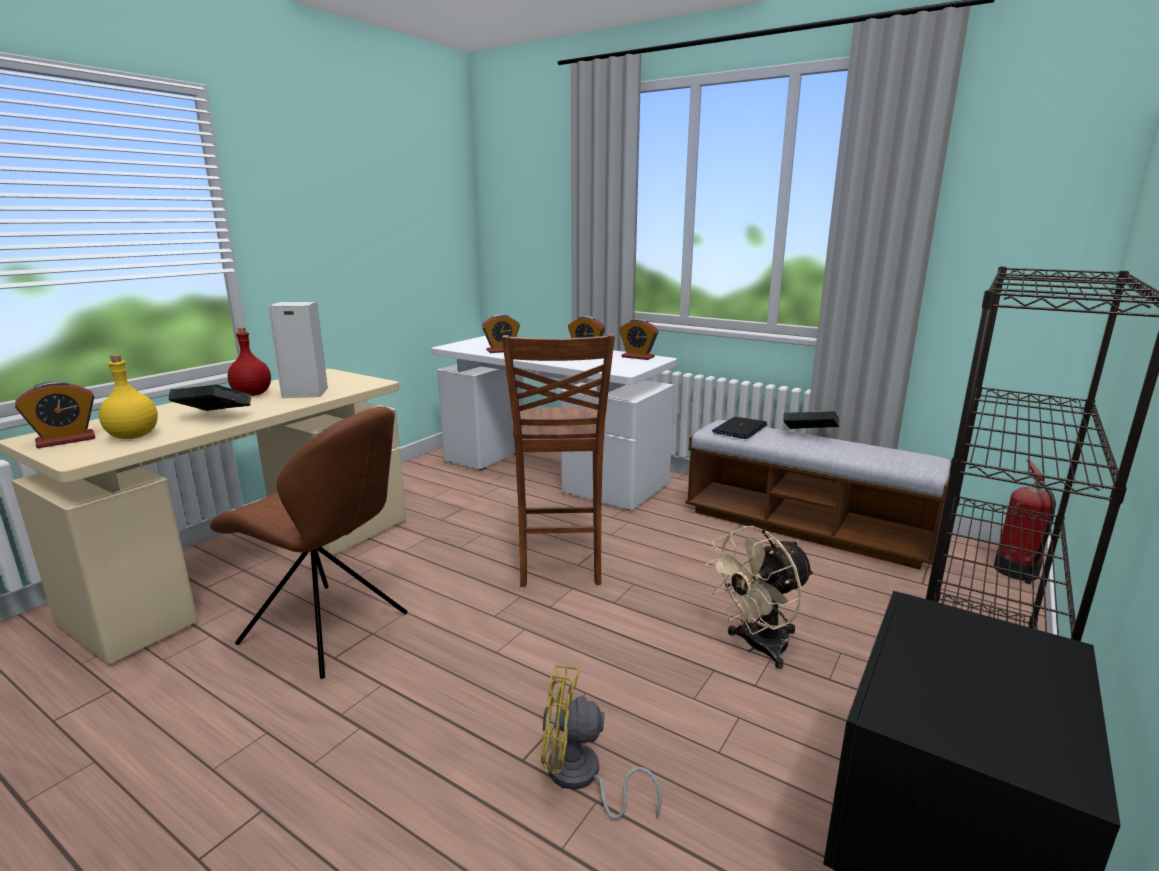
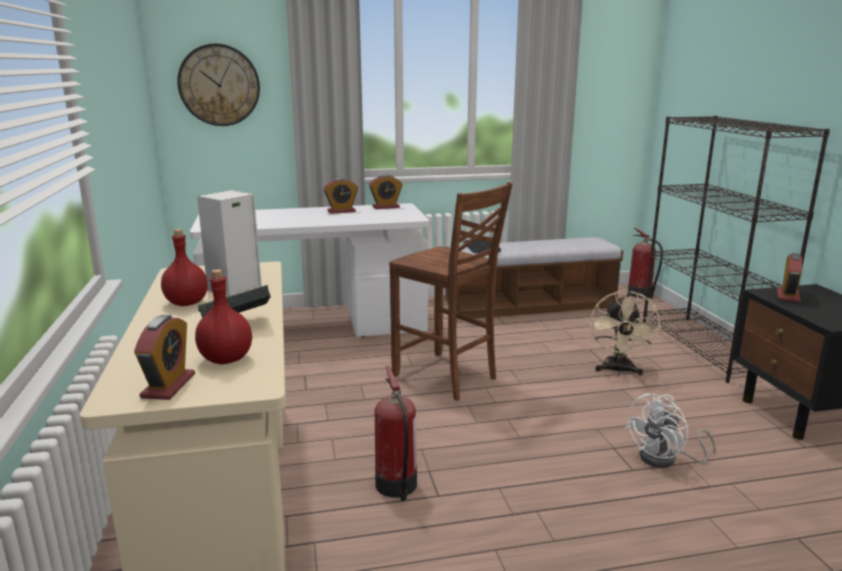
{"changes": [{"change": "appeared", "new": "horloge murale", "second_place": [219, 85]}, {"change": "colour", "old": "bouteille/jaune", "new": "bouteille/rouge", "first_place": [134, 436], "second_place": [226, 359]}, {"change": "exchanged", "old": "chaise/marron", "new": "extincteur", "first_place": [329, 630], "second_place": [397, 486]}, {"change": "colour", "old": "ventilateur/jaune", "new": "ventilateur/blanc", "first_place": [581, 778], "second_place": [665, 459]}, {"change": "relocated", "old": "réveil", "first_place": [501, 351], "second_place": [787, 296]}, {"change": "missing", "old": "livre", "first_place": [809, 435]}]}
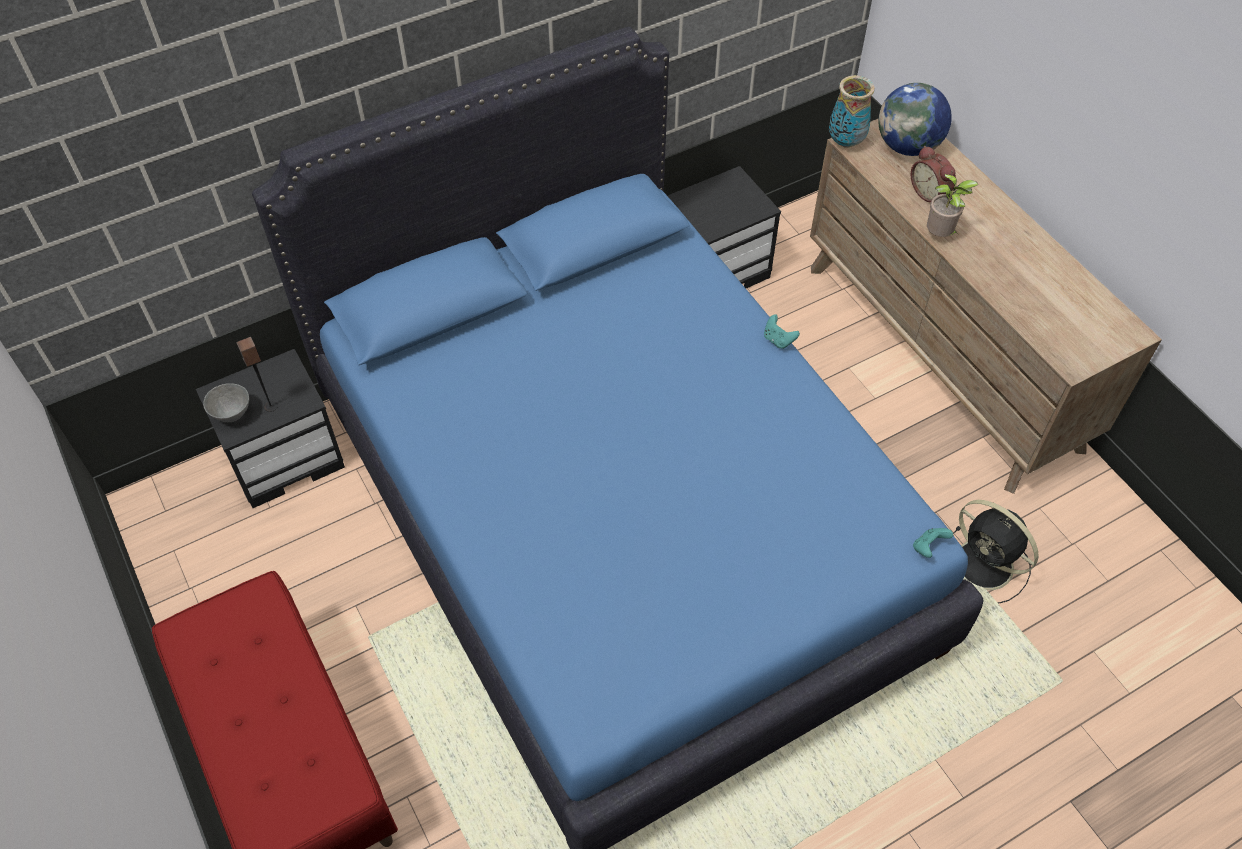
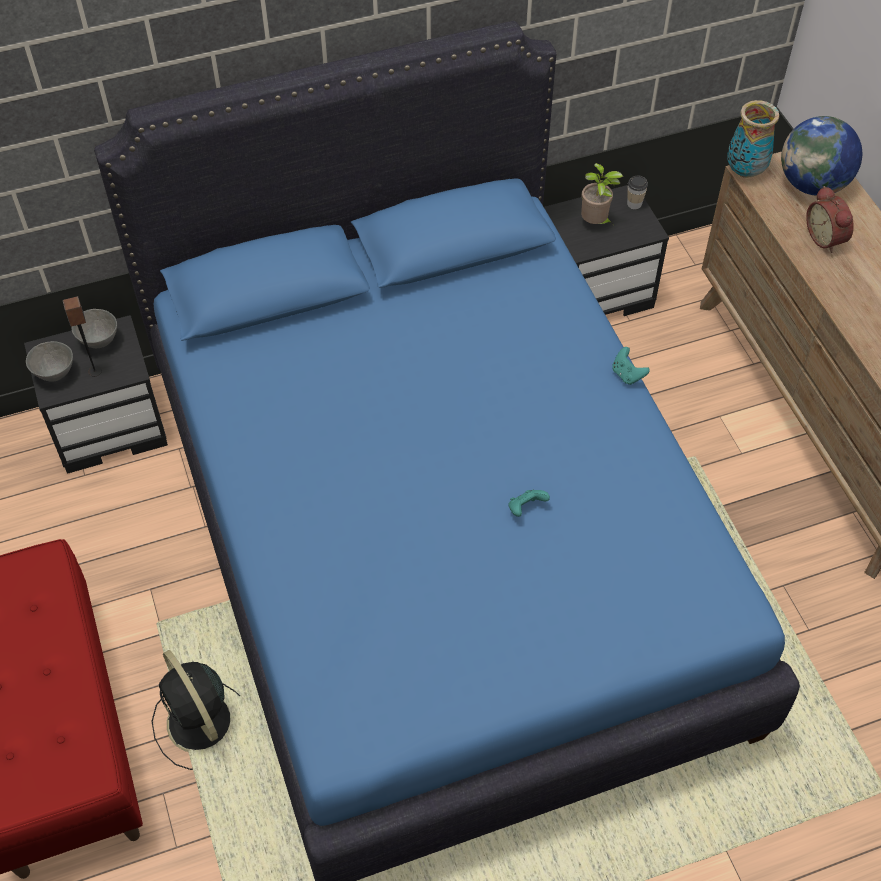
{"changes": [{"change": "appeared", "new": "bol/gris", "second_place": [98, 341]}, {"change": "relocated", "old": "ventilateur/noir", "first_place": [986, 566], "second_place": [201, 724]}, {"change": "relocated", "old": "manette/turquoise", "first_place": [928, 547], "second_place": [526, 508]}, {"change": "relocated", "old": "plante en pot", "first_place": [940, 235], "second_place": [595, 223]}, {"change": "appeared", "new": "tasse", "second_place": [634, 204]}]}
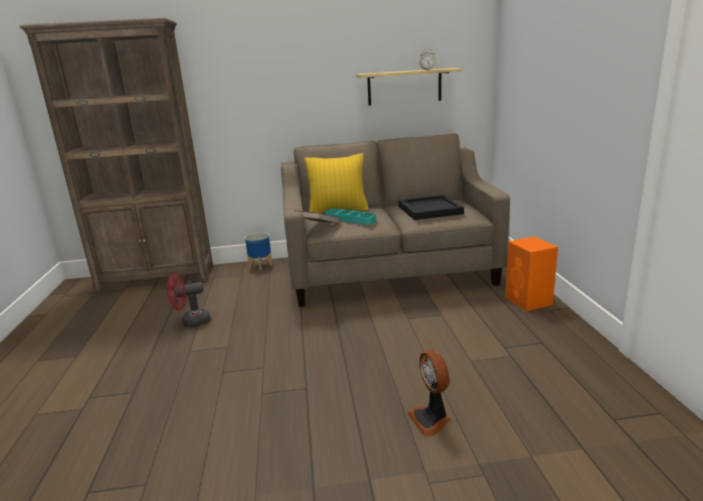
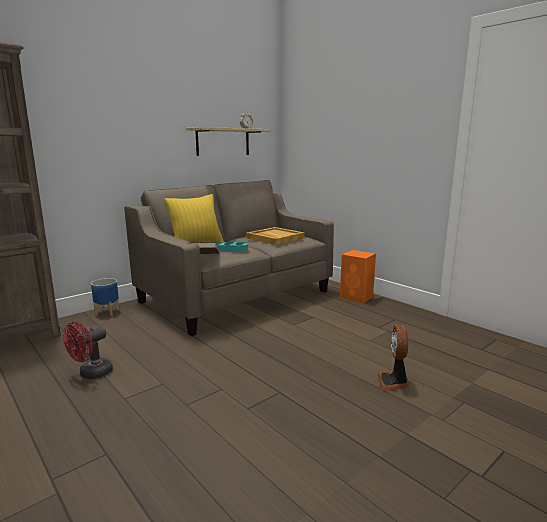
{"changes": [{"change": "colour", "old": "plateau/noir", "new": "plateau/beige", "first_place": [429, 210], "second_place": [274, 238]}, {"change": "spun", "old": "ventilateur", "first_place": [431, 419], "second_place": [393, 382], "degrees": 60}]}
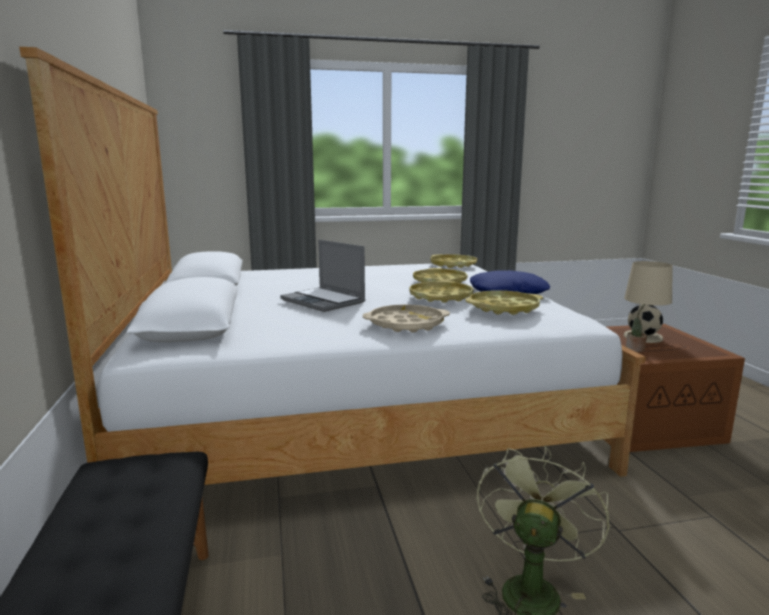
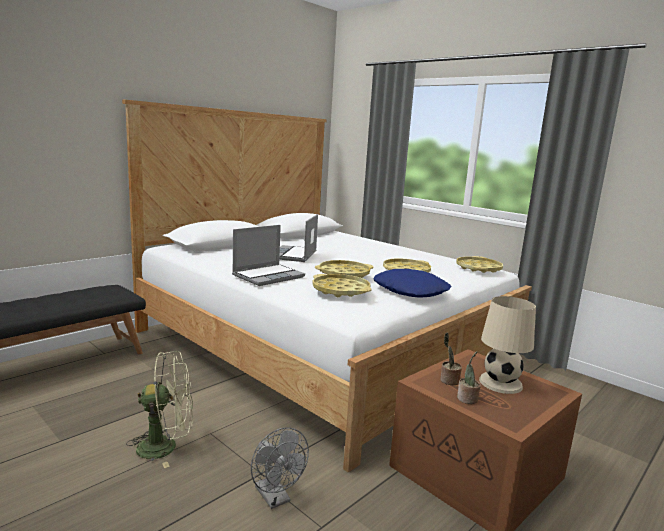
{"changes": [{"change": "exchanged", "old": "plateau/beige", "new": "ordinateur portable", "first_place": [406, 324], "second_place": [268, 276]}, {"change": "appeared", "new": "ventilateur/gris", "second_place": [276, 498]}, {"change": "appeared", "new": "plante en pot", "second_place": [467, 399]}]}
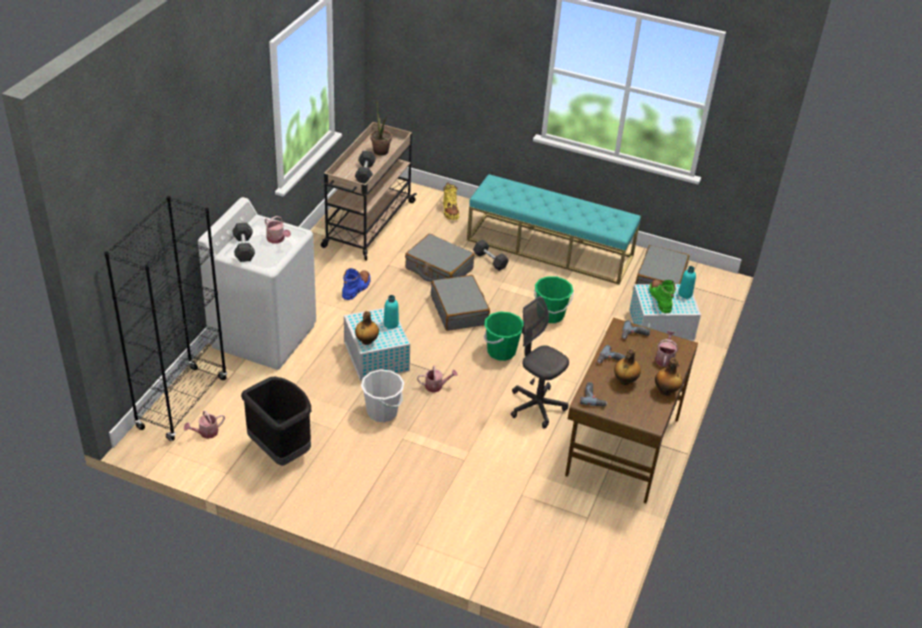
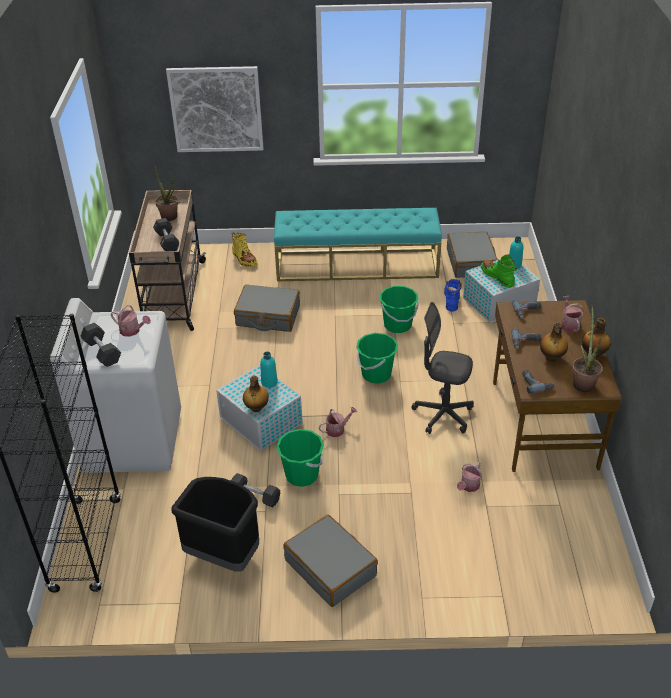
{"changes": [{"change": "appeared", "new": "tableau", "second_place": [216, 109]}, {"change": "relocated", "old": "haltère/noir", "first_place": [490, 260], "second_place": [255, 496]}, {"change": "colour", "old": "seau/blanc", "new": "seau/vert", "first_place": [382, 412], "second_place": [302, 475]}, {"change": "relocated", "old": "valise/gris", "first_place": [459, 310], "second_place": [331, 568]}, {"change": "relocated", "old": "botte/bleu", "first_place": [356, 288], "second_place": [451, 299]}, {"change": "relocated", "old": "arrosoir", "first_place": [206, 433], "second_place": [468, 486]}, {"change": "appeared", "new": "plante en pot", "second_place": [583, 382]}]}
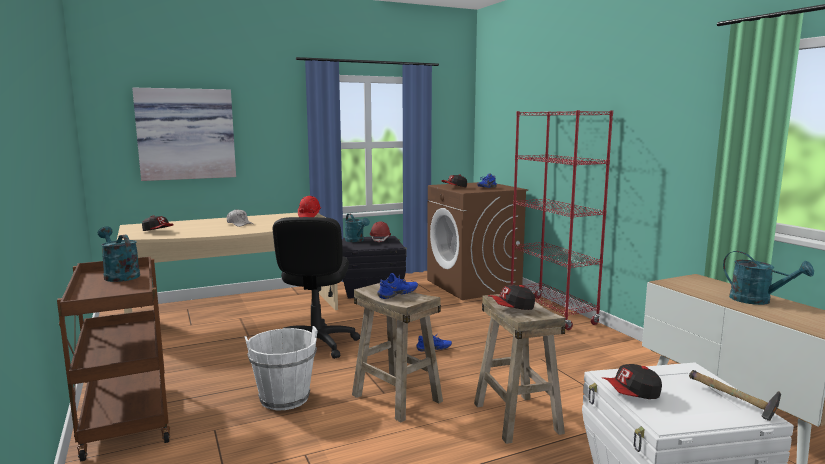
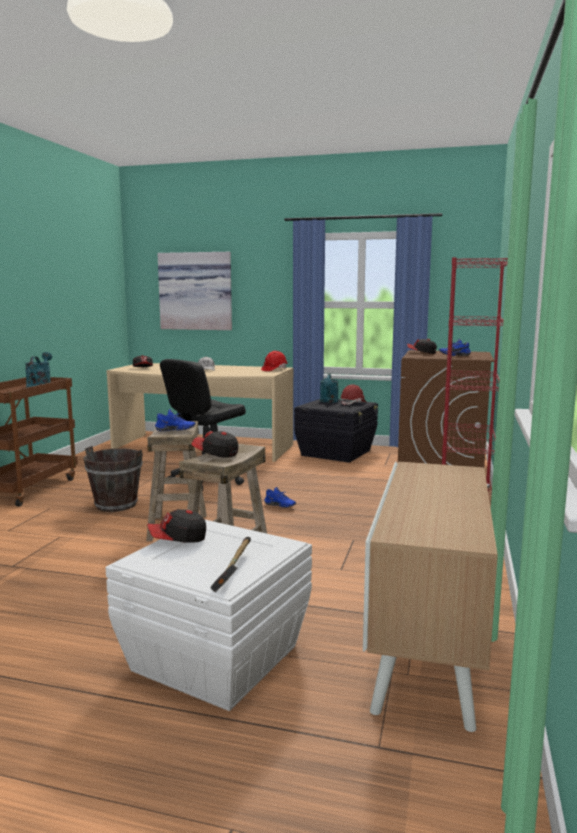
{"changes": [{"change": "colour", "old": "seau/blanc", "new": "seau/marron", "first_place": [284, 399], "second_place": [116, 505]}, {"change": "spun", "old": "casquette", "first_place": [632, 394], "second_place": [177, 539], "degrees": -45}, {"change": "missing", "old": "arrosoir/turquoise", "first_place": [757, 301]}]}
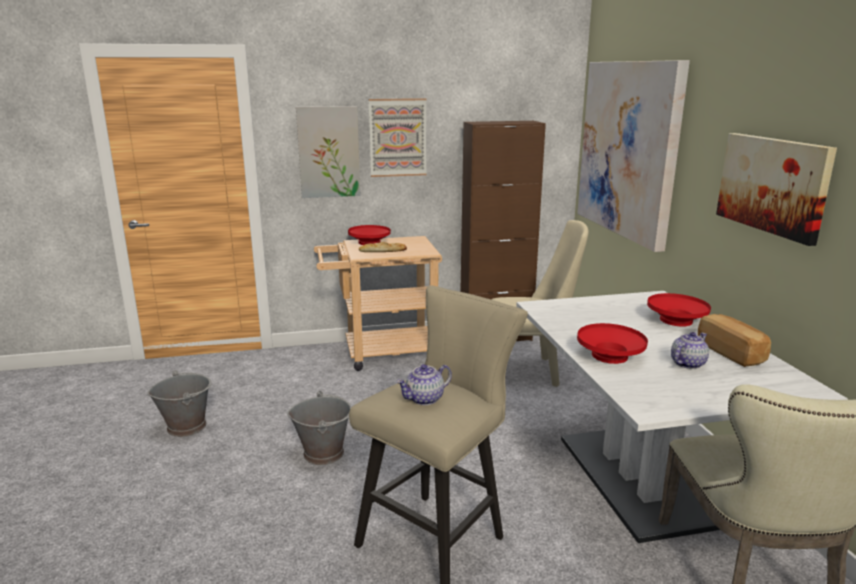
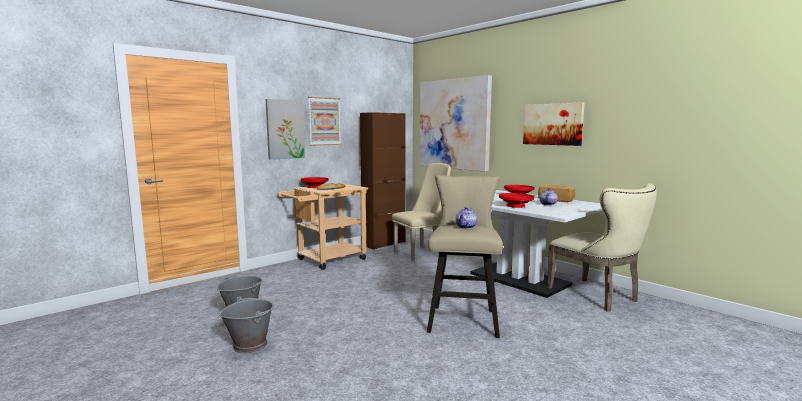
{"changes": [{"change": "relocated", "old": "seau/gris", "first_place": [324, 453], "second_place": [250, 345]}]}
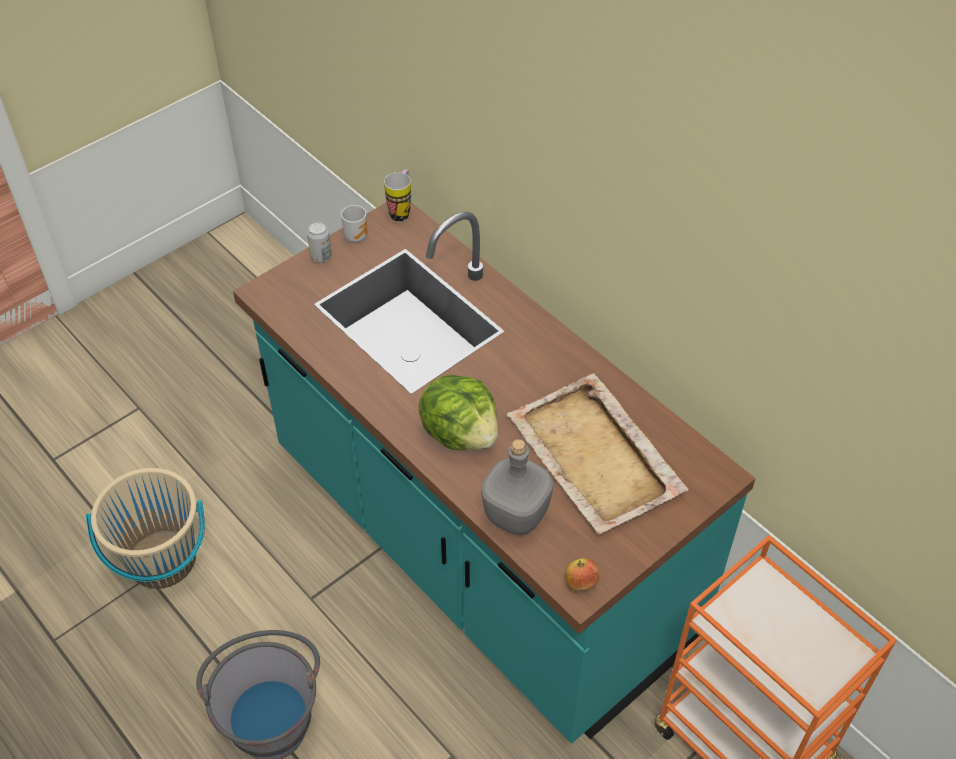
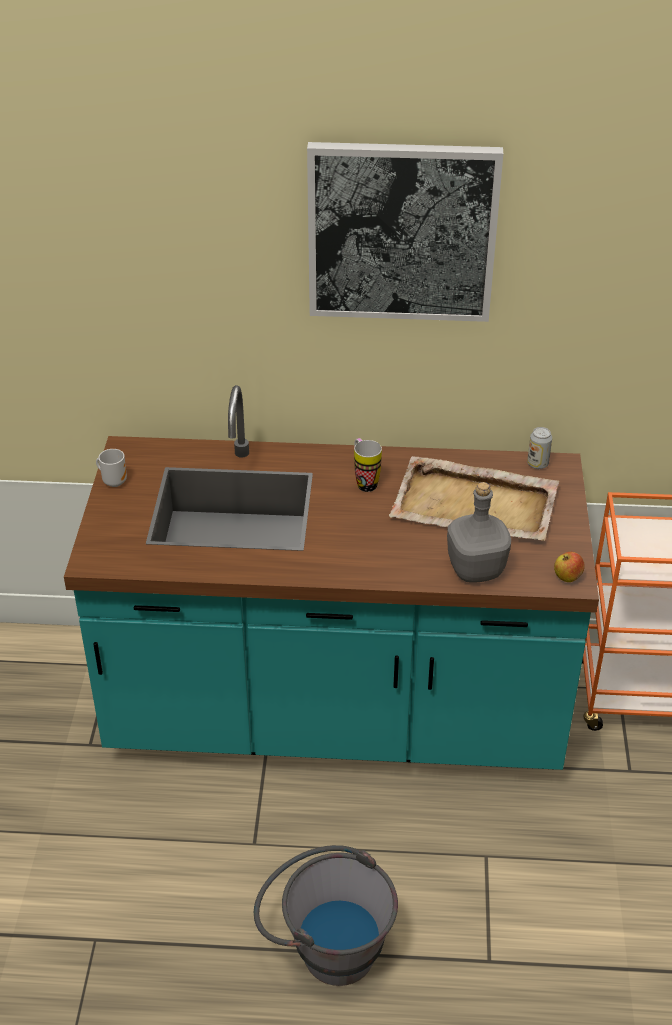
{"changes": [{"change": "appeared", "new": "tableau", "second_place": [402, 231]}, {"change": "relocated", "old": "mug", "first_place": [402, 211], "second_place": [364, 481]}, {"change": "relocated", "old": "boîte métallique", "first_place": [321, 256], "second_place": [537, 464]}, {"change": "missing", "old": "seau/beige", "first_place": [162, 560]}, {"change": "missing", "old": "laitue", "first_place": [461, 433]}]}
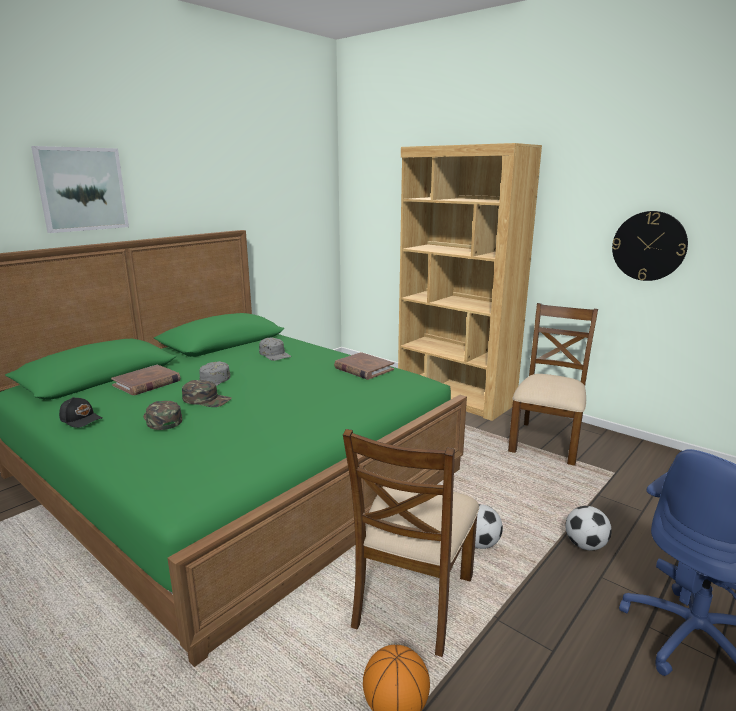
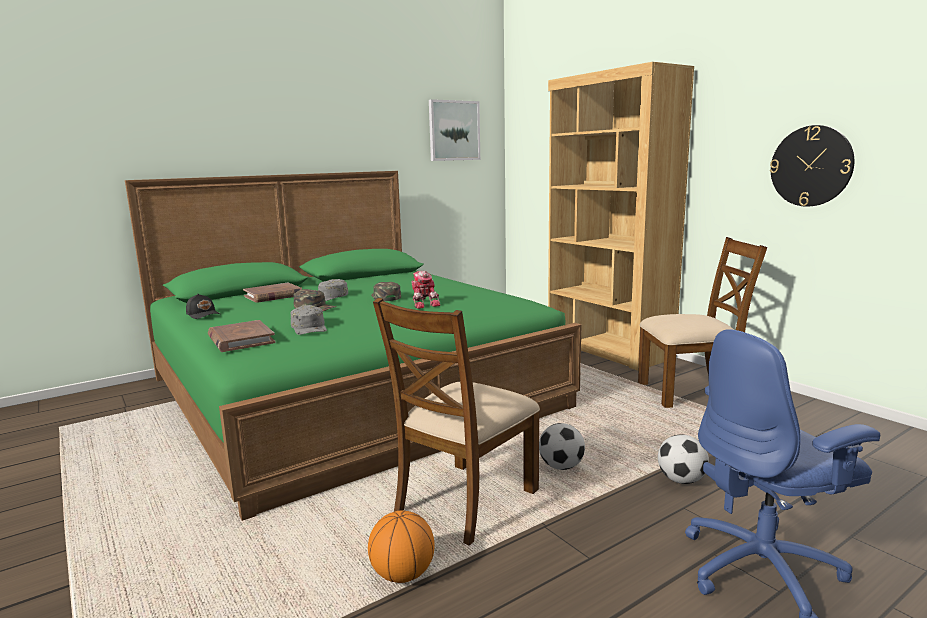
{"changes": [{"change": "relocated", "old": "livre/marron", "first_place": [363, 369], "second_place": [241, 340]}, {"change": "relocated", "old": "casquette/gris", "first_place": [275, 354], "second_place": [309, 328]}, {"change": "relocated", "old": "casquette/vert", "first_place": [161, 419], "second_place": [385, 297]}, {"change": "appeared", "new": "robot jouet", "second_place": [424, 303]}, {"change": "relocated", "old": "tableau", "first_place": [82, 189], "second_place": [454, 130]}, {"change": "spun", "old": "chaise/marron", "first_place": [546, 442], "second_place": [691, 392], "degrees": 45}]}
